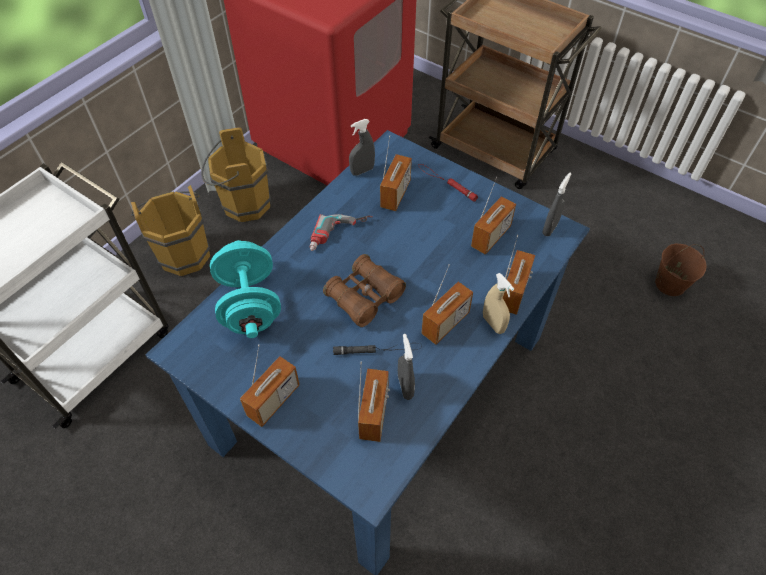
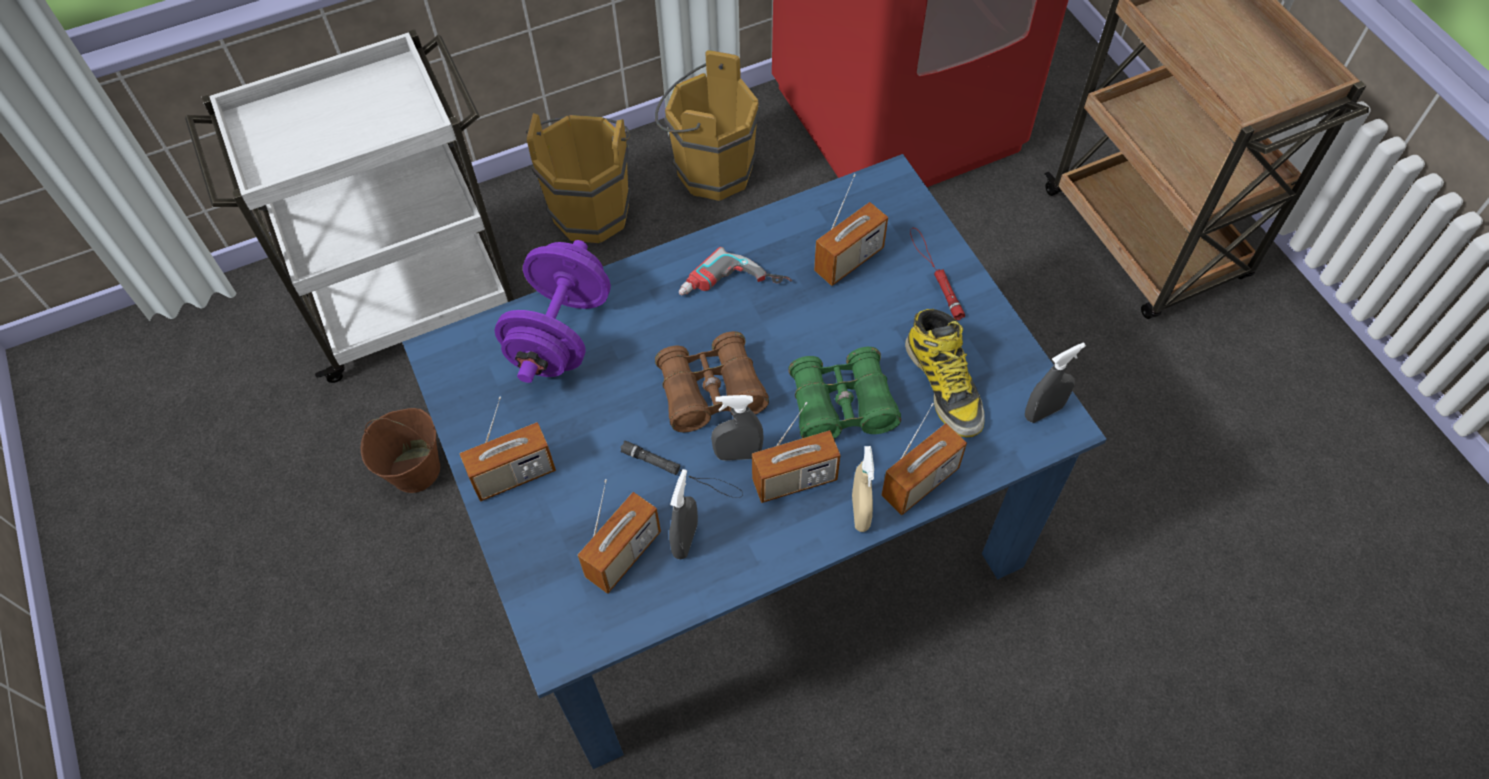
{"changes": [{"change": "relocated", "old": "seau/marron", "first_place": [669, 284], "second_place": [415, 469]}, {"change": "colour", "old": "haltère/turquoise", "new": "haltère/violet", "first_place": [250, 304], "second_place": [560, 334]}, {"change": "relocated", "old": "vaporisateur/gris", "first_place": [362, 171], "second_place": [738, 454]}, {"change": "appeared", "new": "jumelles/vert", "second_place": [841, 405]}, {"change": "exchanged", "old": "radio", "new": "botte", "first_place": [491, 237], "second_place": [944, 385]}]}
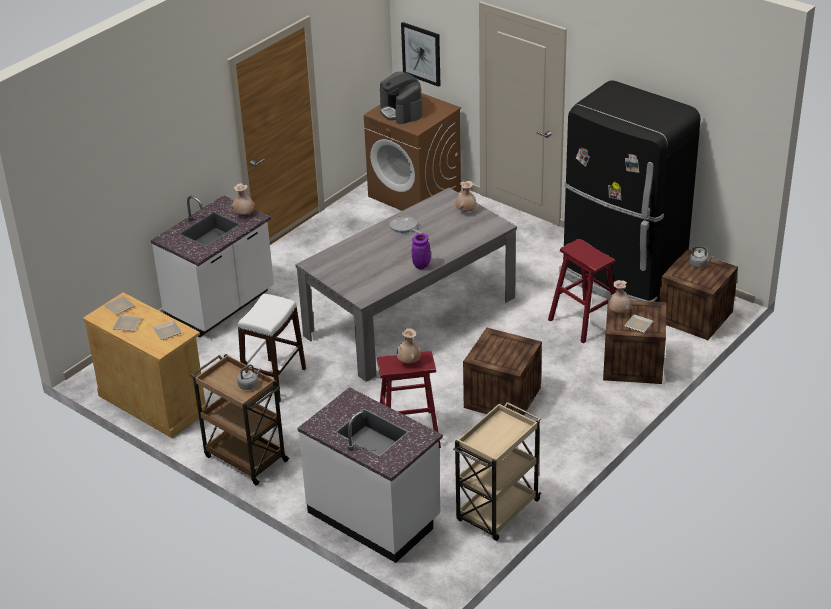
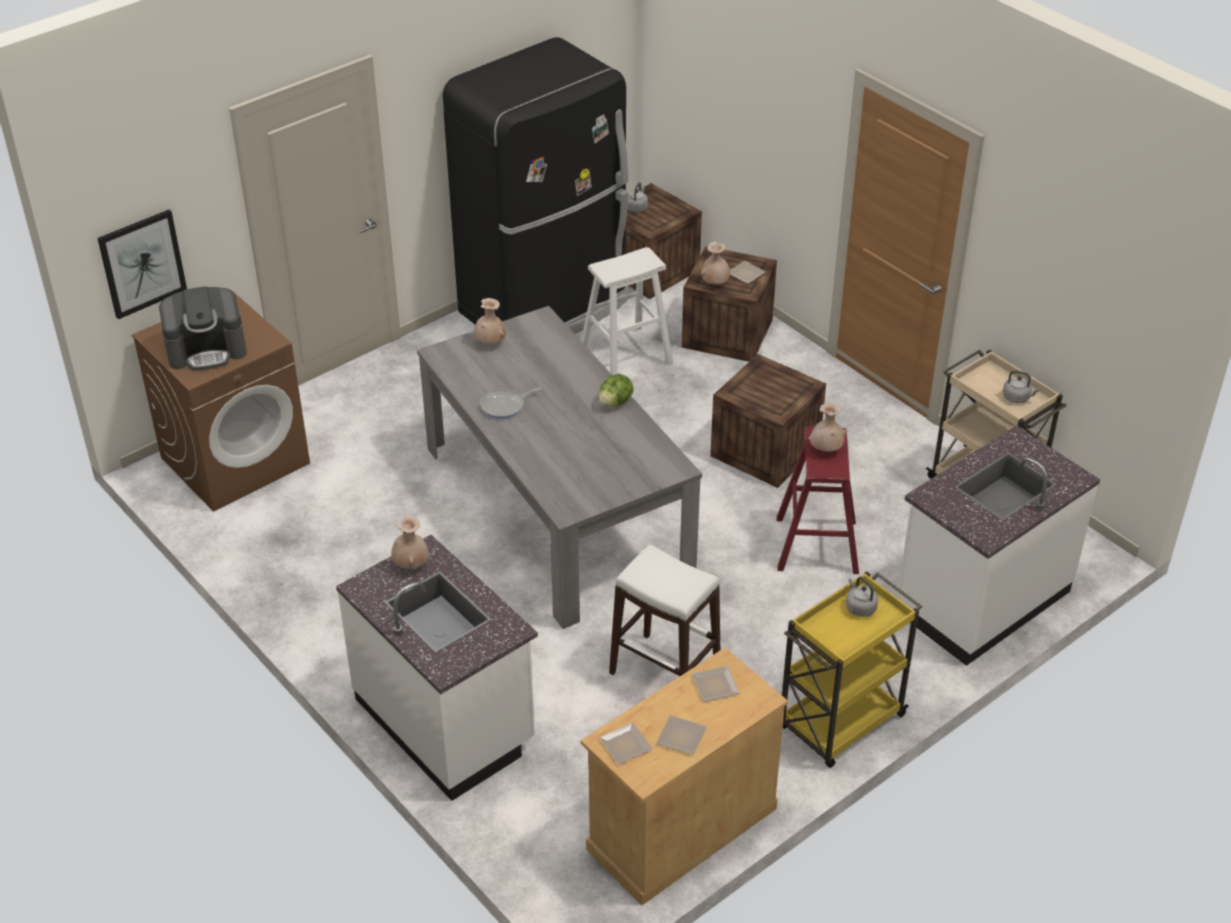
{"changes": [{"change": "colour", "old": "tabouret/rouge", "new": "tabouret/blanc", "first_place": [584, 320], "second_place": [626, 355]}, {"change": "exchanged", "old": "vase/violet", "new": "laitue", "first_place": [421, 266], "second_place": [615, 402]}, {"change": "colour", "old": "chariot/marron", "new": "chariot/jaune", "first_place": [244, 458], "second_place": [840, 723]}, {"change": "appeared", "new": "bouilloire/gris", "second_place": [1017, 398]}]}
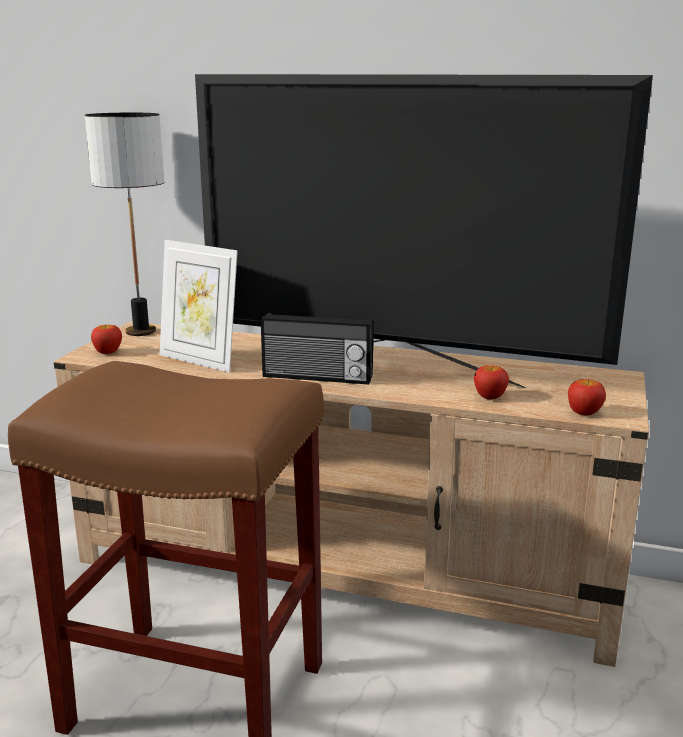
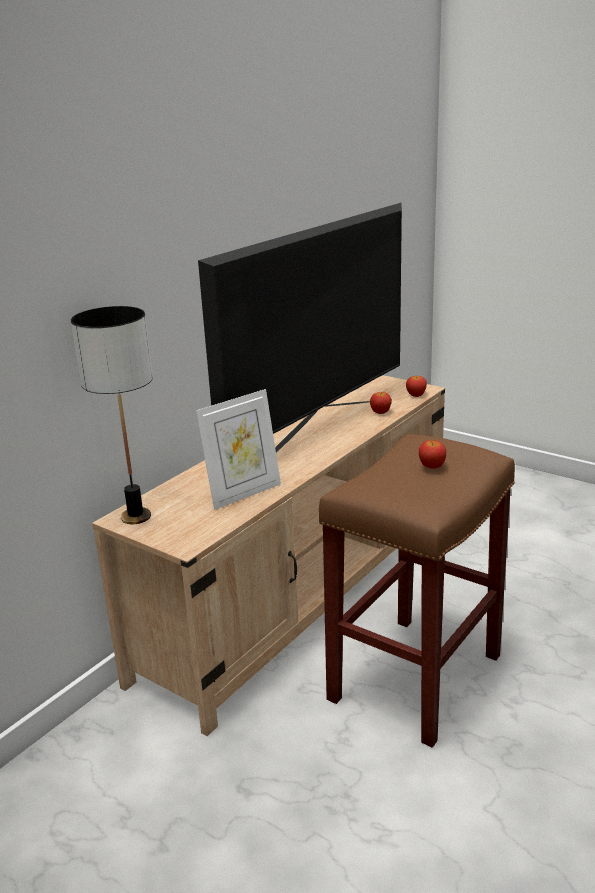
{"changes": [{"change": "relocated", "old": "pomme", "first_place": [108, 352], "second_place": [431, 466]}, {"change": "missing", "old": "radio", "first_place": [317, 377]}]}
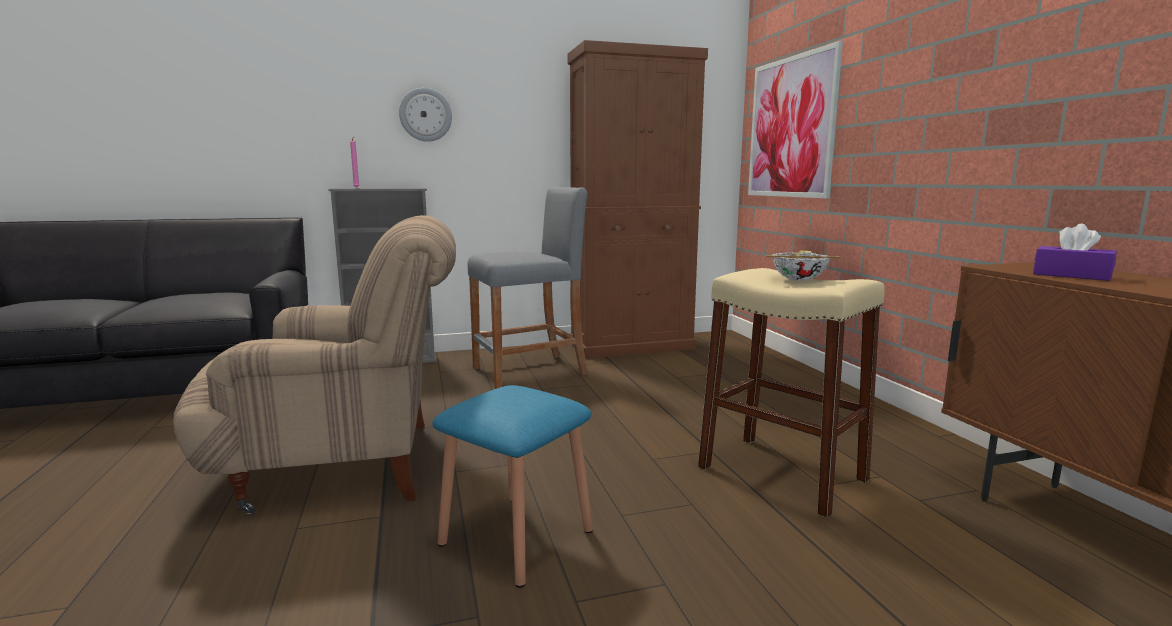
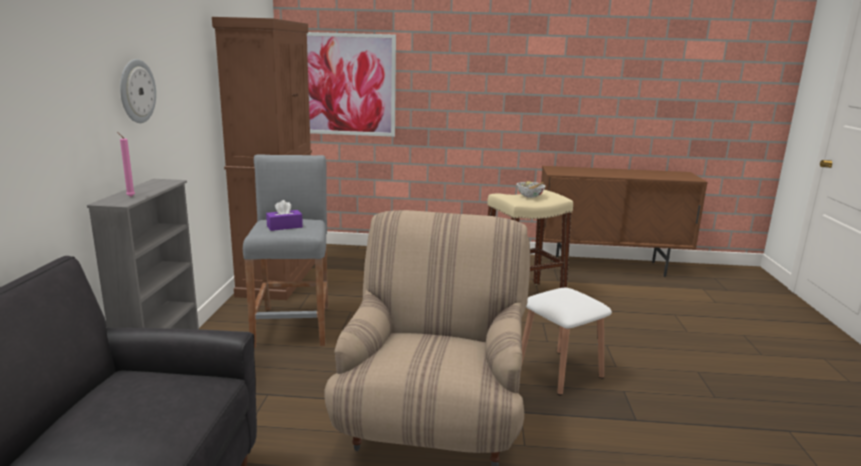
{"changes": [{"change": "relocated", "old": "boîte à mouchoirs/violet", "first_place": [1071, 275], "second_place": [284, 226]}, {"change": "colour", "old": "tabouret/bleu", "new": "tabouret/blanc", "first_place": [516, 537], "second_place": [559, 372]}]}
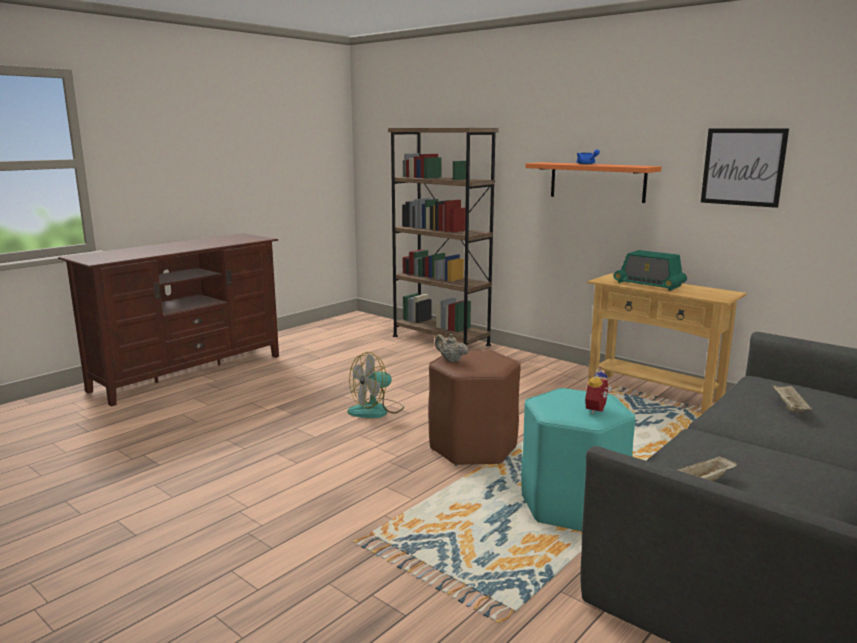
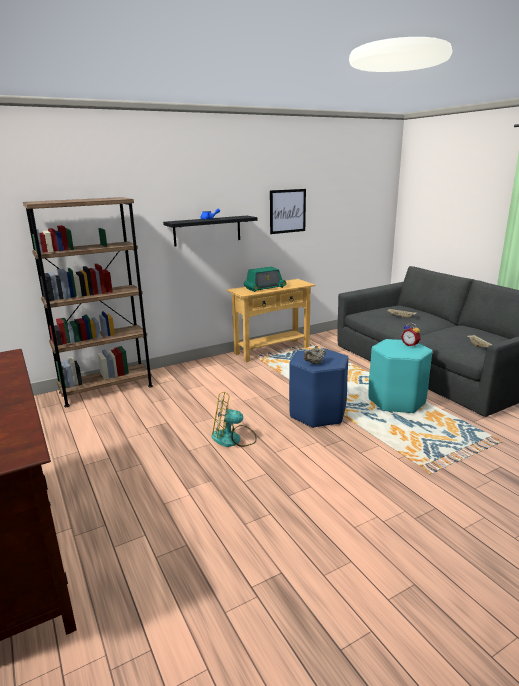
{"changes": [{"change": "colour", "old": "étagère/orange", "new": "étagère/noir", "first_place": [597, 182], "second_place": [207, 230]}, {"change": "spun", "old": "ventilateur", "first_place": [376, 410], "second_place": [233, 439], "degrees": 105}, {"change": "colour", "old": "tabouret/marron", "new": "tabouret/bleu", "first_place": [472, 448], "second_place": [317, 414]}]}
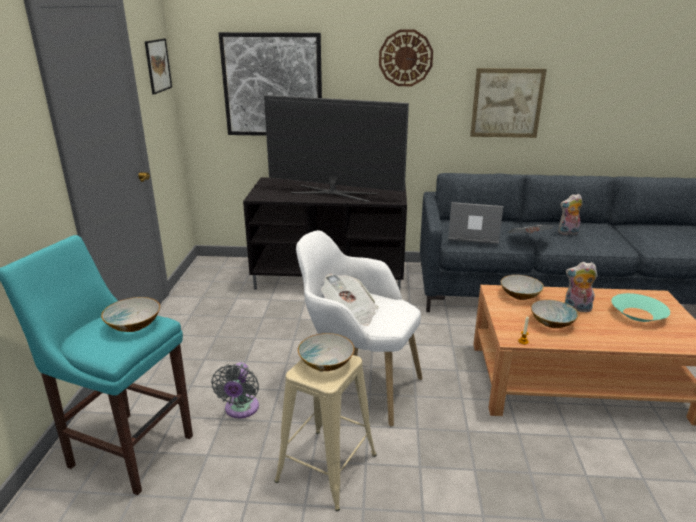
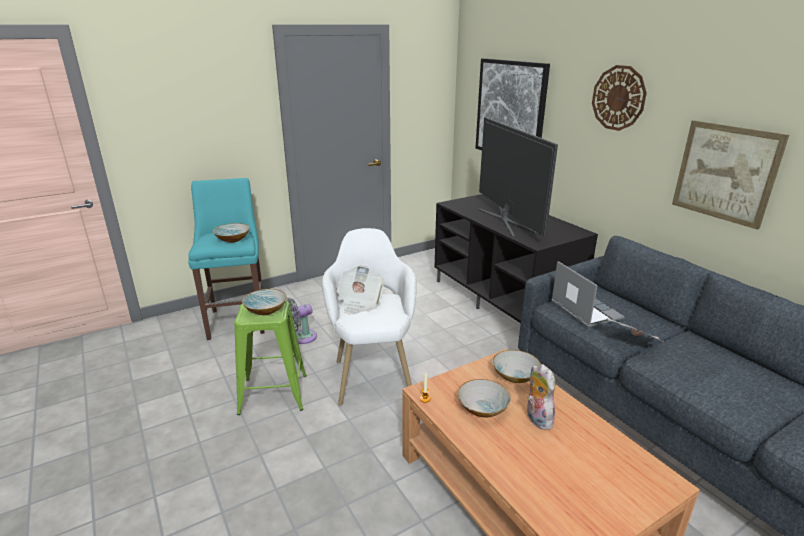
{"changes": [{"change": "colour", "old": "tabouret/beige", "new": "tabouret/vert", "first_place": [326, 468], "second_place": [272, 394]}, {"change": "missing", "old": "tableau", "first_place": [158, 65]}, {"change": "missing", "old": "peluche", "first_place": [568, 233]}, {"change": "missing", "old": "bol/turquoise", "first_place": [637, 314]}]}
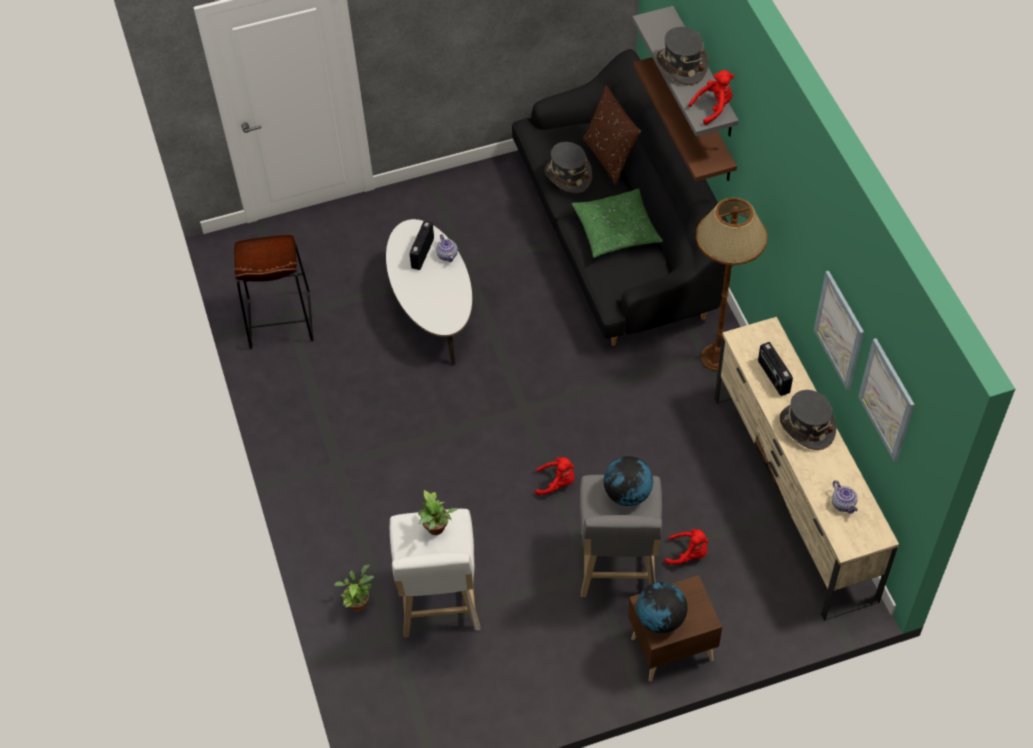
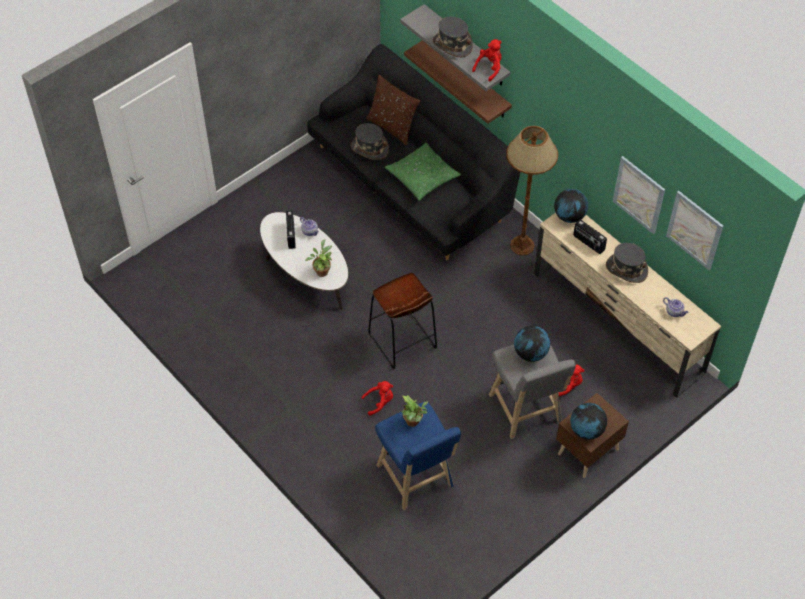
{"changes": [{"change": "relocated", "old": "plante en pot", "first_place": [358, 602], "second_place": [321, 270]}, {"change": "relocated", "old": "peluche/rouge", "first_place": [557, 483], "second_place": [380, 402]}, {"change": "relocated", "old": "tabouret/marron", "first_place": [279, 320], "second_place": [402, 341]}, {"change": "colour", "old": "tabouret/blanc", "new": "tabouret/bleu", "first_place": [439, 605], "second_place": [417, 479]}, {"change": "appeared", "new": "globe", "second_place": [569, 216]}]}
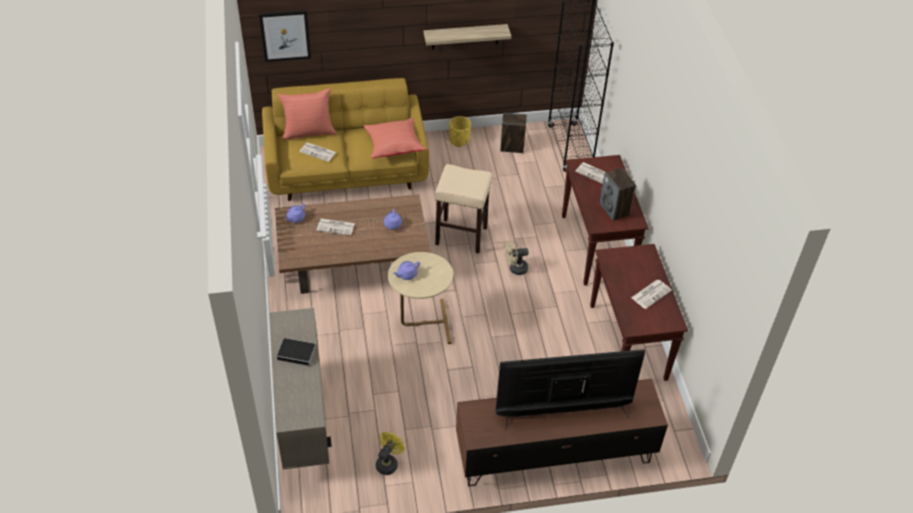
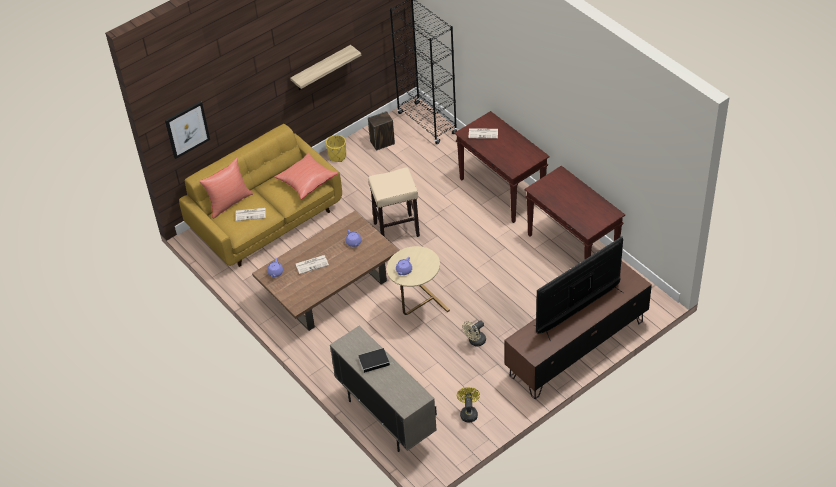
{"changes": [{"change": "relocated", "old": "ventilateur/beige", "first_place": [515, 269], "second_place": [475, 341]}, {"change": "missing", "old": "enceinte", "first_place": [614, 209]}, {"change": "missing", "old": "journal", "first_place": [651, 294]}]}
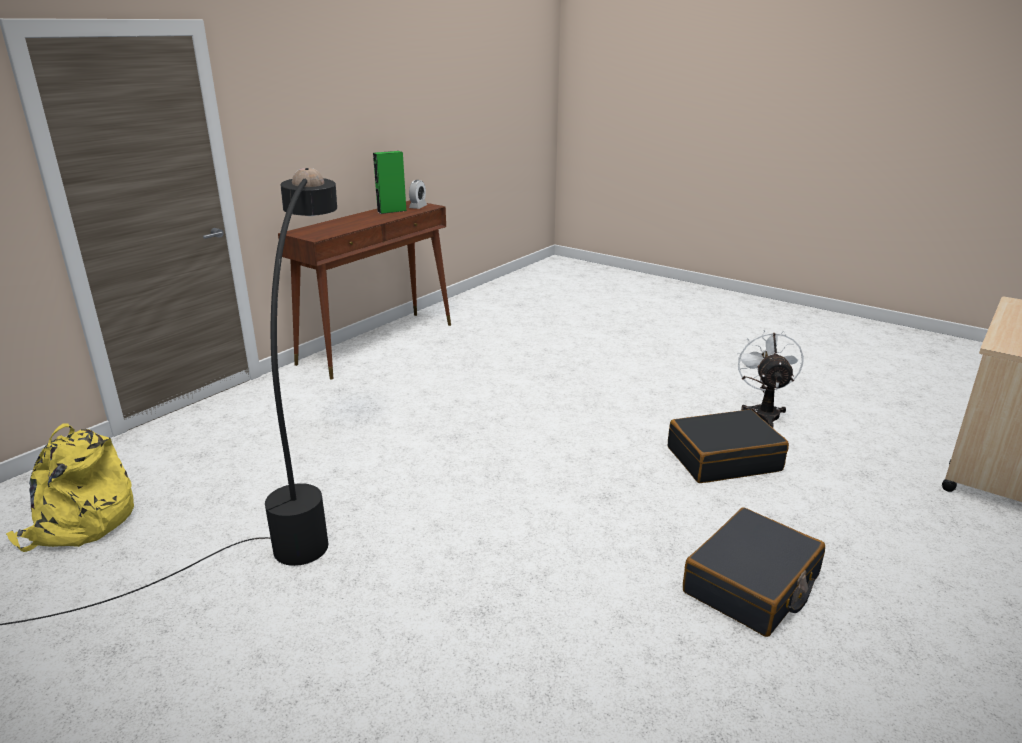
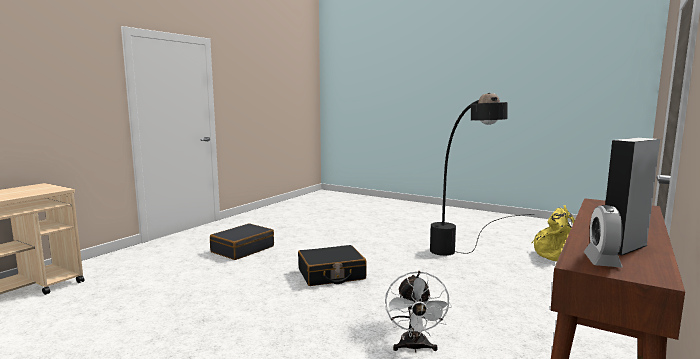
{"changes": [{"change": "relocated", "old": "valise/noir", "first_place": [723, 459], "second_place": [331, 275]}, {"change": "relocated", "old": "ventilateur/blanc", "first_place": [763, 412], "second_place": [414, 348]}, {"change": "colour", "old": "enceinte/vert", "new": "enceinte/gris", "first_place": [392, 211], "second_place": [623, 247]}]}
